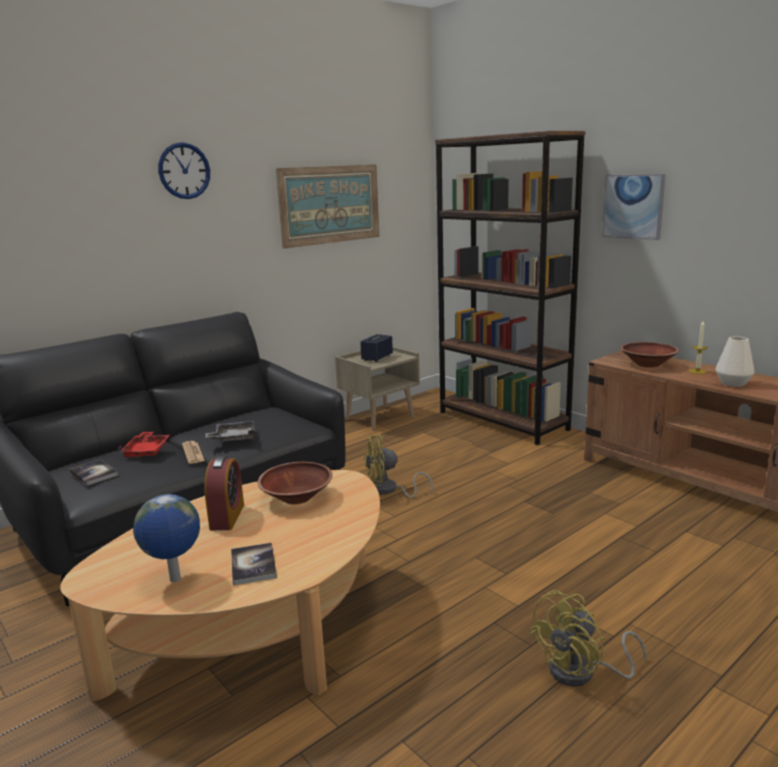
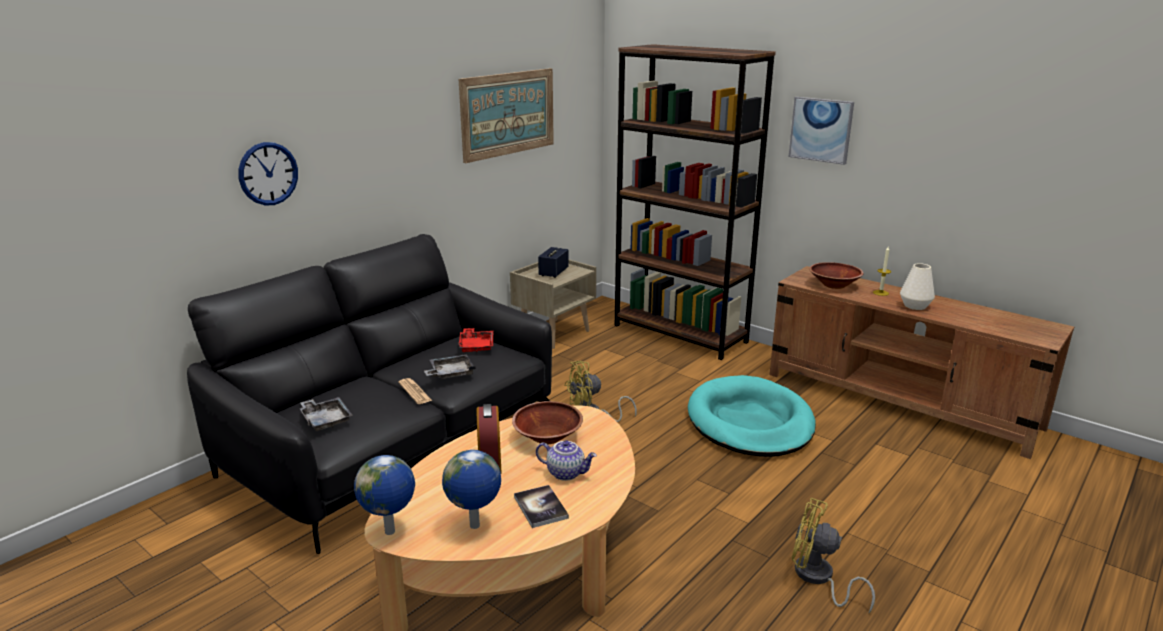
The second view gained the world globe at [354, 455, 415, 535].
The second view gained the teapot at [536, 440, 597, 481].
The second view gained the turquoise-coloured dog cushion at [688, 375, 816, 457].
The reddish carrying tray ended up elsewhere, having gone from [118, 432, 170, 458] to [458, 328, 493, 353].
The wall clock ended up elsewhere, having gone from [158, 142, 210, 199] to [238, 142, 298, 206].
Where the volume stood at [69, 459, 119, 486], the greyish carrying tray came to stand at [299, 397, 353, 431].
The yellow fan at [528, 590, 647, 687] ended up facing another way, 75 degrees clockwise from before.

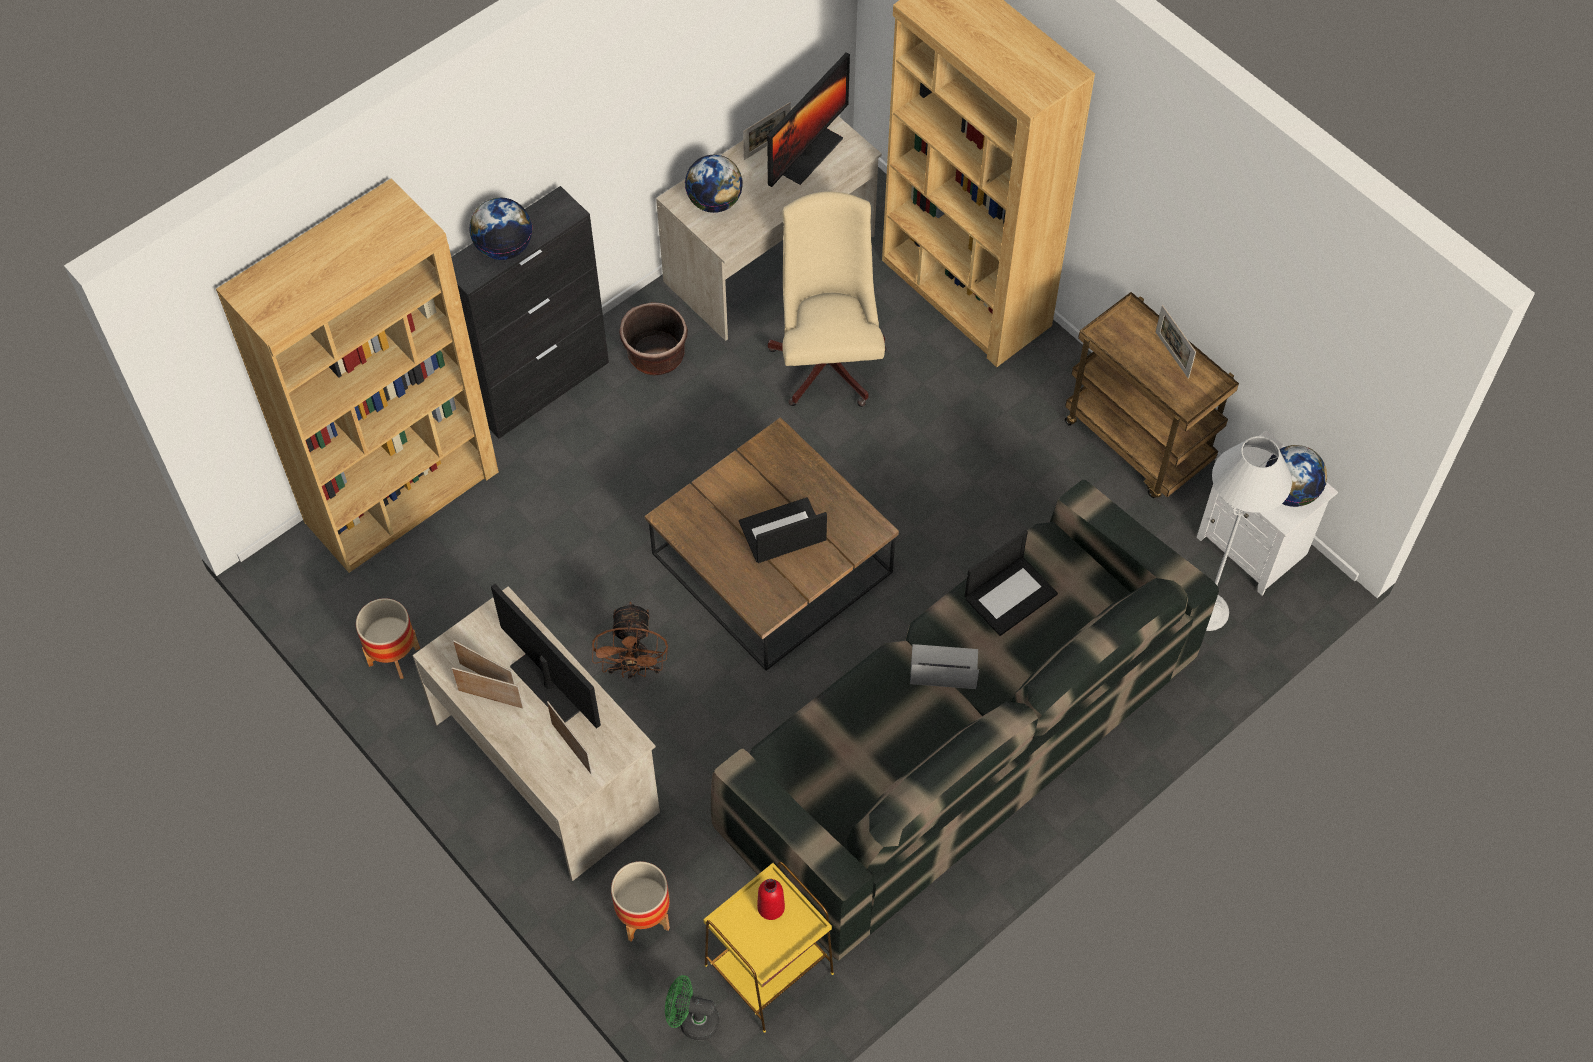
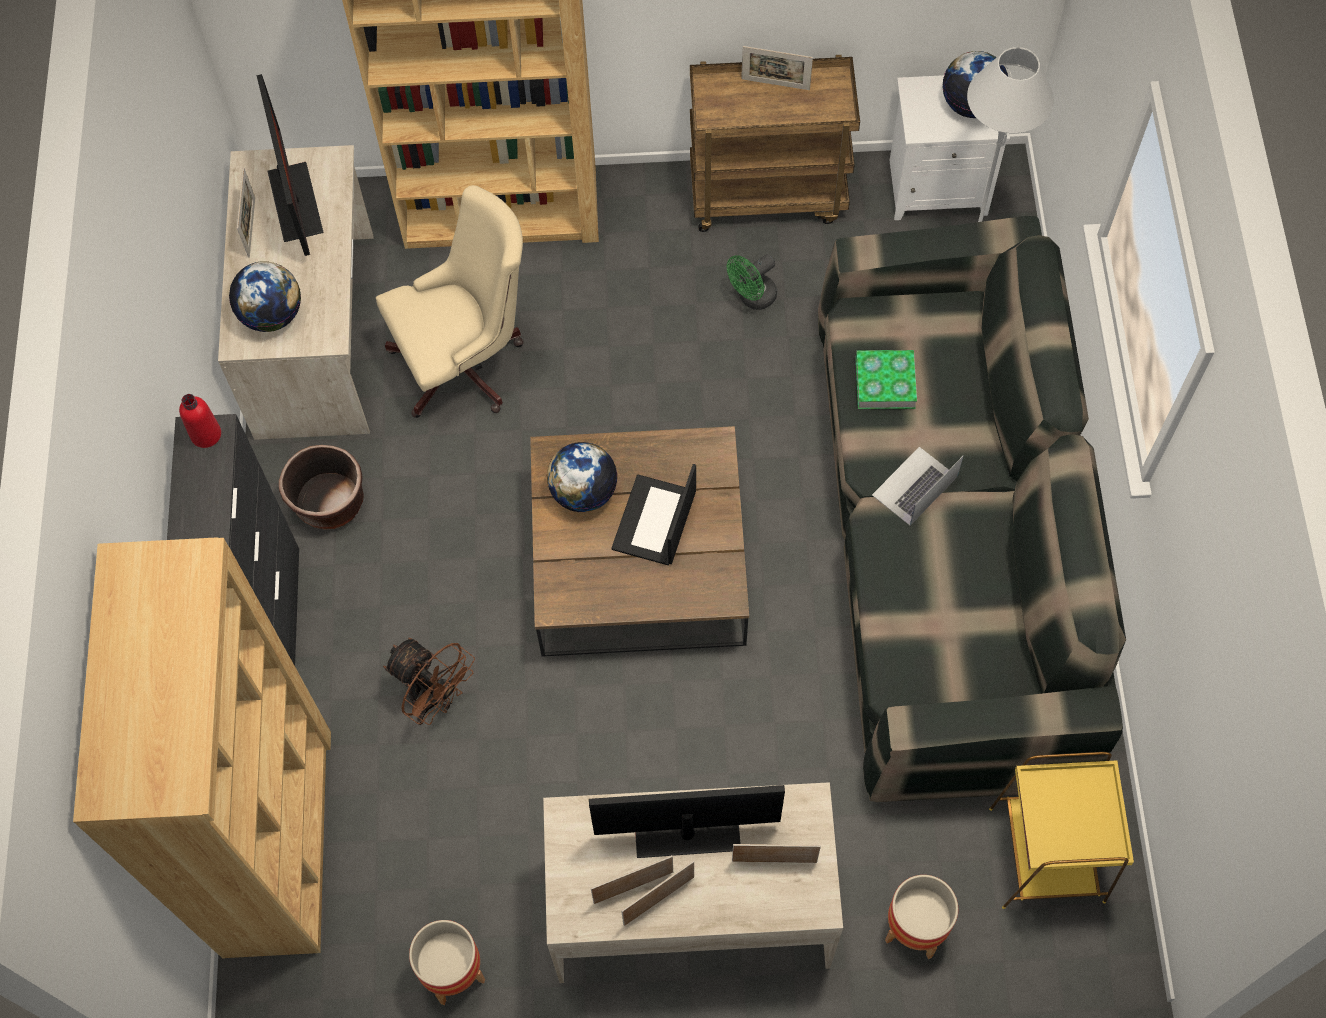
The world globe ended up elsewhere, having gone from [470, 198, 532, 260] to [547, 442, 618, 512].
The brown-coloured fan ended up elsewhere, having gone from [592, 601, 668, 678] to [383, 638, 475, 725].
The greenish fan ended up elsewhere, having gone from [665, 975, 719, 1040] to [727, 254, 777, 310].
The reddish beverage bottle ended up elsewhere, having gone from [757, 879, 785, 920] to [179, 394, 221, 448].
Where the laptop stood at [965, 530, 1058, 636], the volume came to stand at [855, 350, 917, 409].
The beige-coloured computer chair at [768, 191, 887, 407] ended up facing another way, 120 degrees clockwise from before.

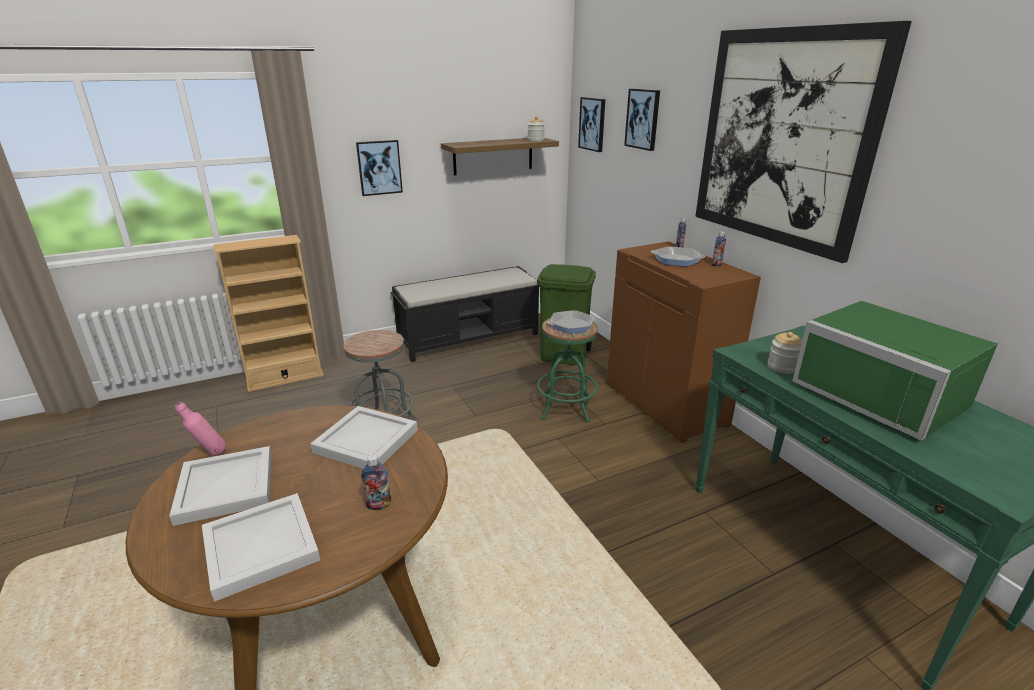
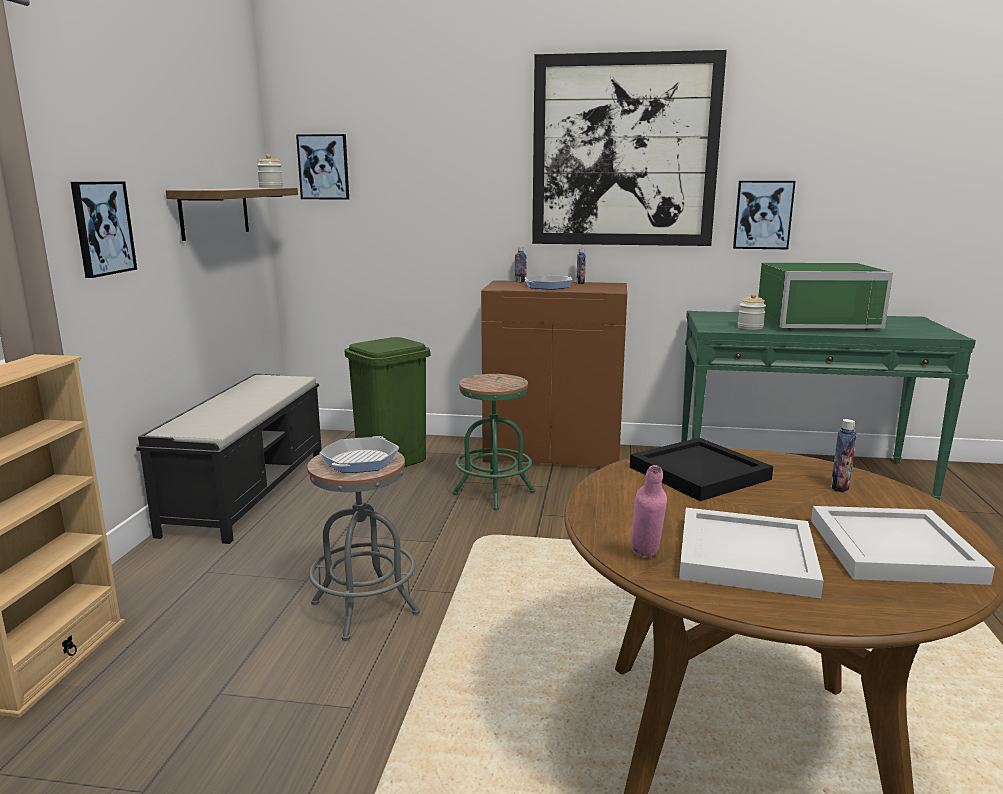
The frying pan ended up elsewhere, having gone from [547, 310, 596, 334] to [319, 436, 399, 473].
The picture ended up elsewhere, having gone from [624, 89, 660, 151] to [733, 181, 796, 249].
What was the white-coloured carrying tray at [310, 406, 418, 469] turned into the blackish carrying tray at [630, 438, 773, 501].

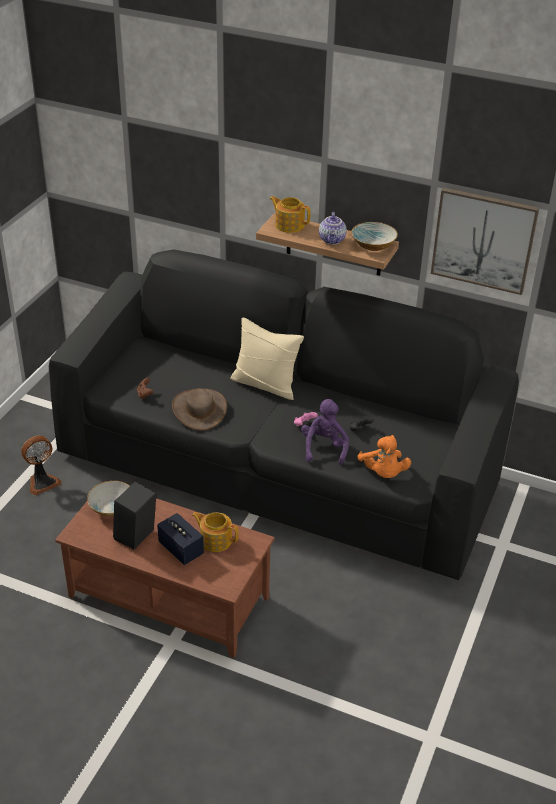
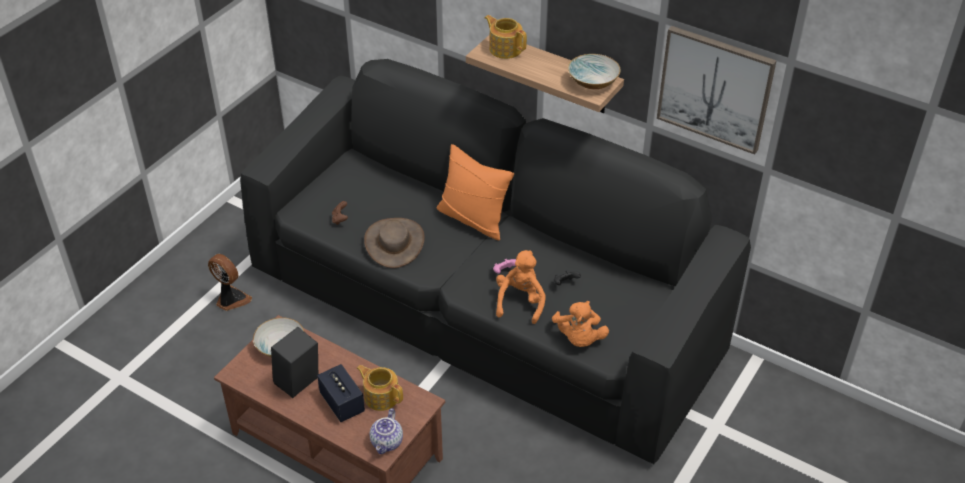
The teapot ended up elsewhere, having gone from [319, 212, 347, 245] to [370, 408, 403, 454].
What was the beige-coloured throw pillow at [230, 318, 304, 400] turned into the orange-coloured throw pillow at [437, 144, 514, 241].
What was the purple-coloured soft toy at [301, 399, 349, 465] turned into the orange-coloured soft toy at [496, 250, 546, 324].
The fan at [21, 436, 62, 495] ended up facing another way, 120 degrees counterclockwise from before.

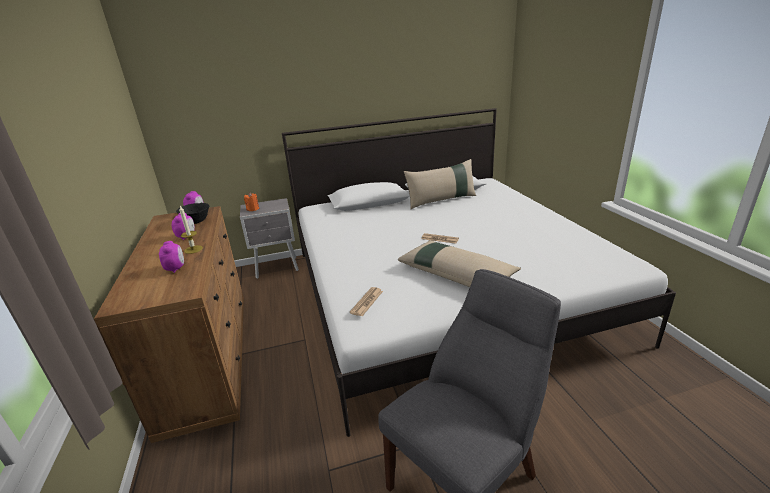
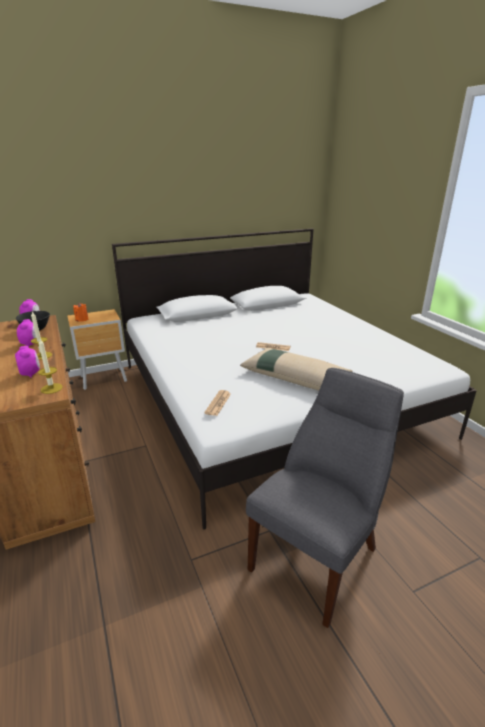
The second view lost the beige-coloured throw pillow at [404, 159, 476, 209].
The second view gained the candle at [38, 339, 63, 394].
What was the greyish bedside table at [240, 198, 299, 279] turned into the brown-coloured bedside table at [67, 309, 127, 390].

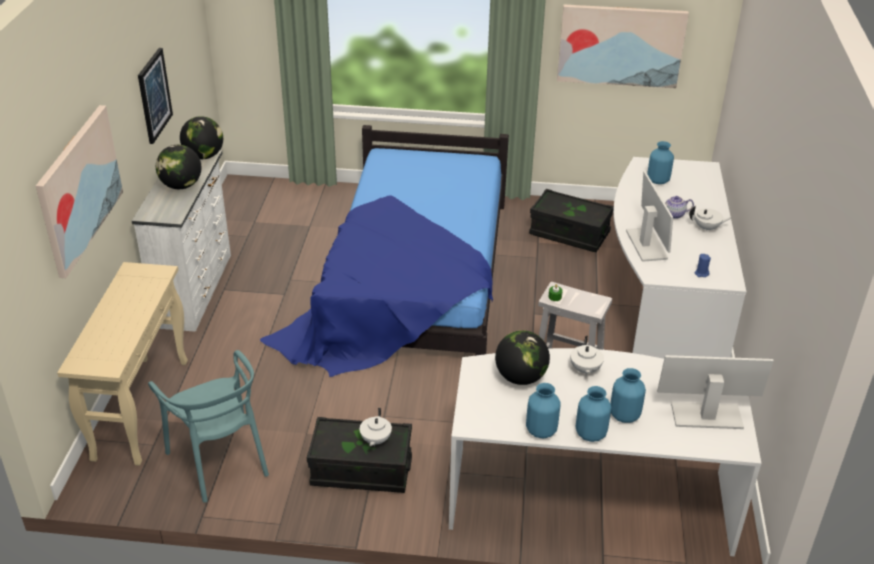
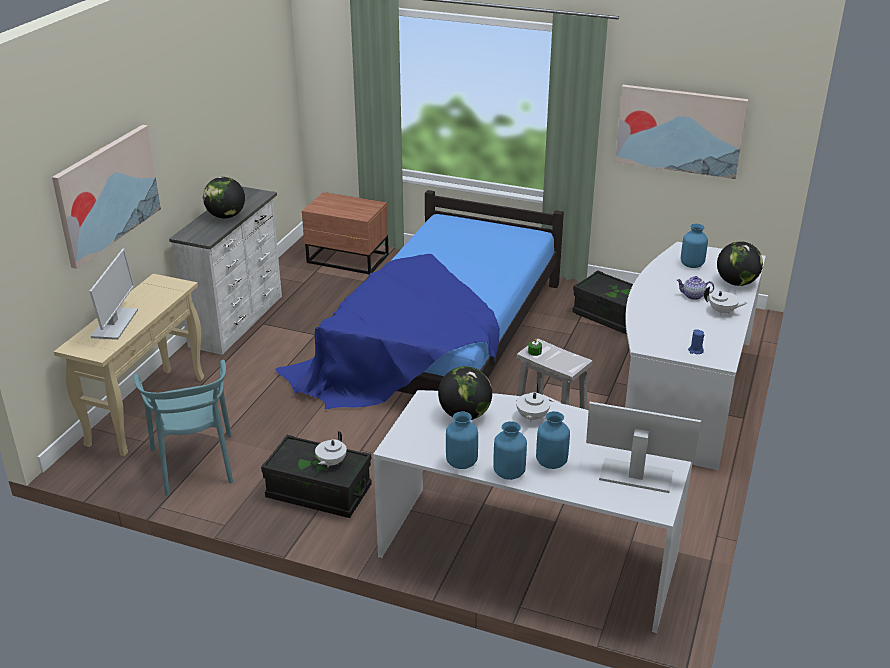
The second view lost the picture at [138, 48, 173, 144].
The second view gained the brown-coloured bedside table at [302, 192, 389, 274].
The world globe ended up elsewhere, having gone from [180, 116, 223, 159] to [717, 241, 763, 286].
The computer screen ended up elsewhere, having gone from [626, 171, 673, 262] to [89, 248, 138, 340].

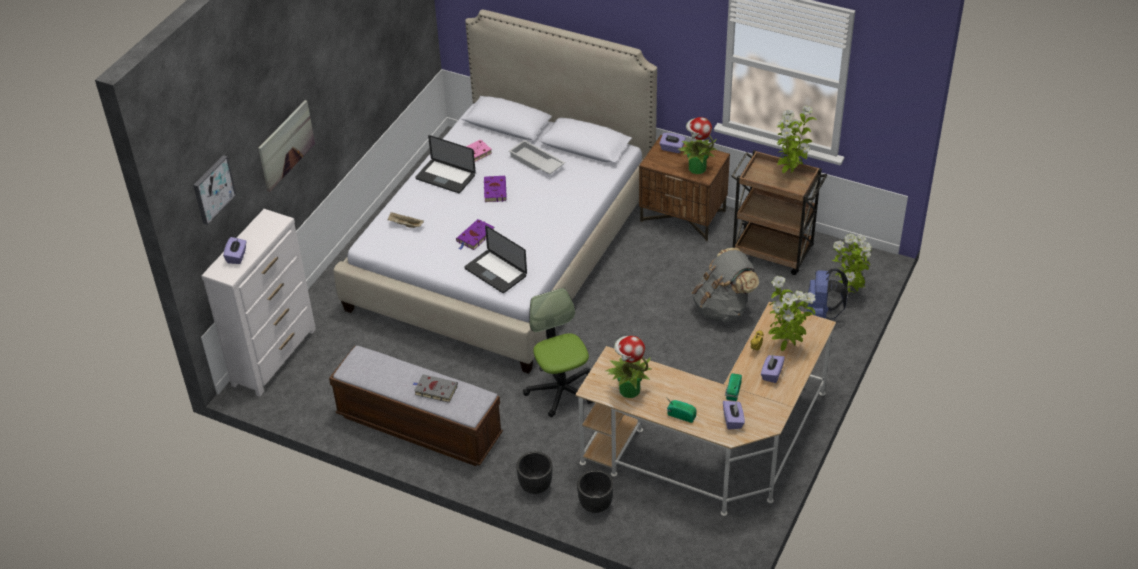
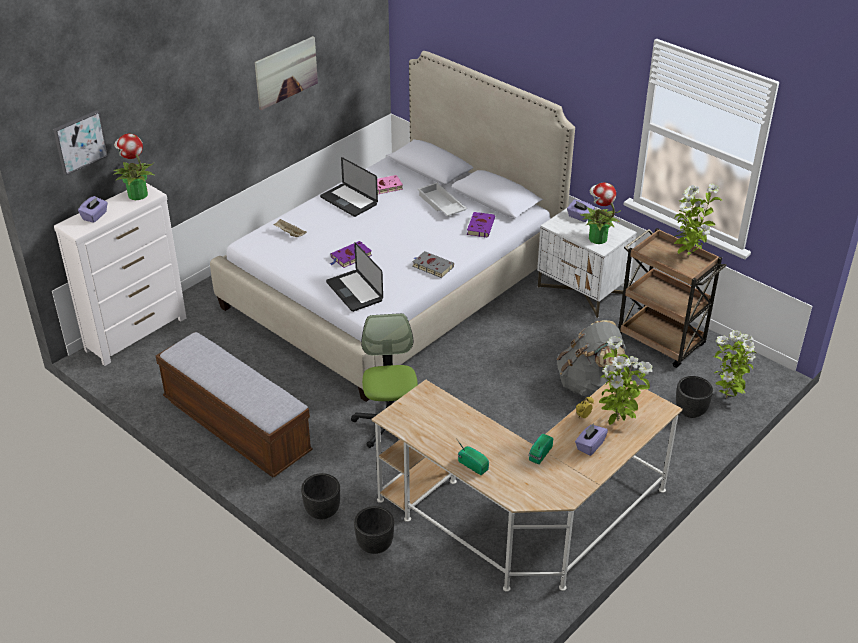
The second view lost the purple-coloured tissue holder at [723, 401, 745, 430].
The picture ended up elsewhere, having gone from [258, 100, 315, 192] to [255, 36, 318, 110].
The greyish volume ended up elsewhere, having gone from [412, 374, 458, 403] to [412, 251, 454, 278].
The purple-coloured volume ended up elsewhere, having gone from [484, 176, 507, 202] to [467, 212, 495, 238].
The houseplant ended up elsewhere, having gone from [605, 336, 652, 398] to [113, 134, 154, 200].
Where the blue-coloured knapsack stood at [807, 268, 848, 320], the blackish planter came to stand at [676, 376, 713, 418].
What was the brown-coloured bedside table at [639, 135, 730, 241] turned into the white-coloured bedside table at [537, 208, 637, 318].

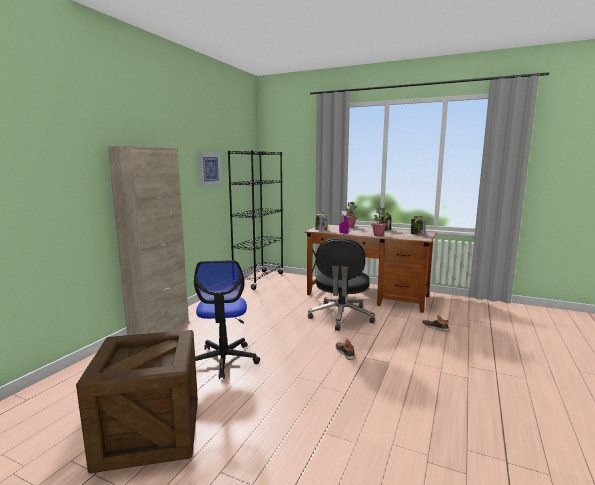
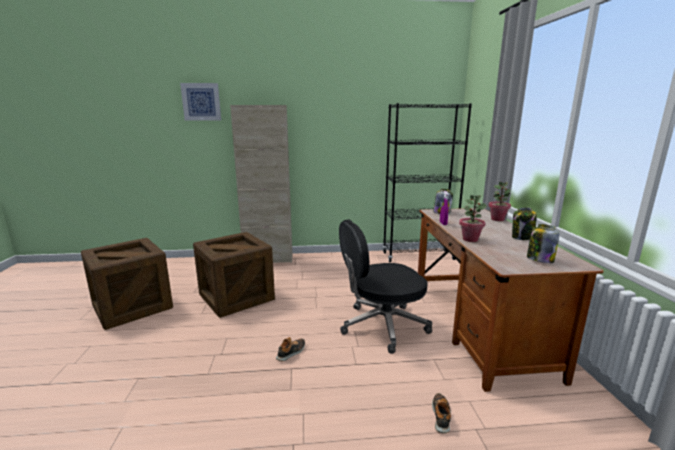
The picture ended up elsewhere, having gone from [198, 152, 222, 186] to [180, 83, 221, 121].
Where the computer chair stood at [194, 260, 260, 379], the shipping crate came to stand at [193, 232, 275, 318].

